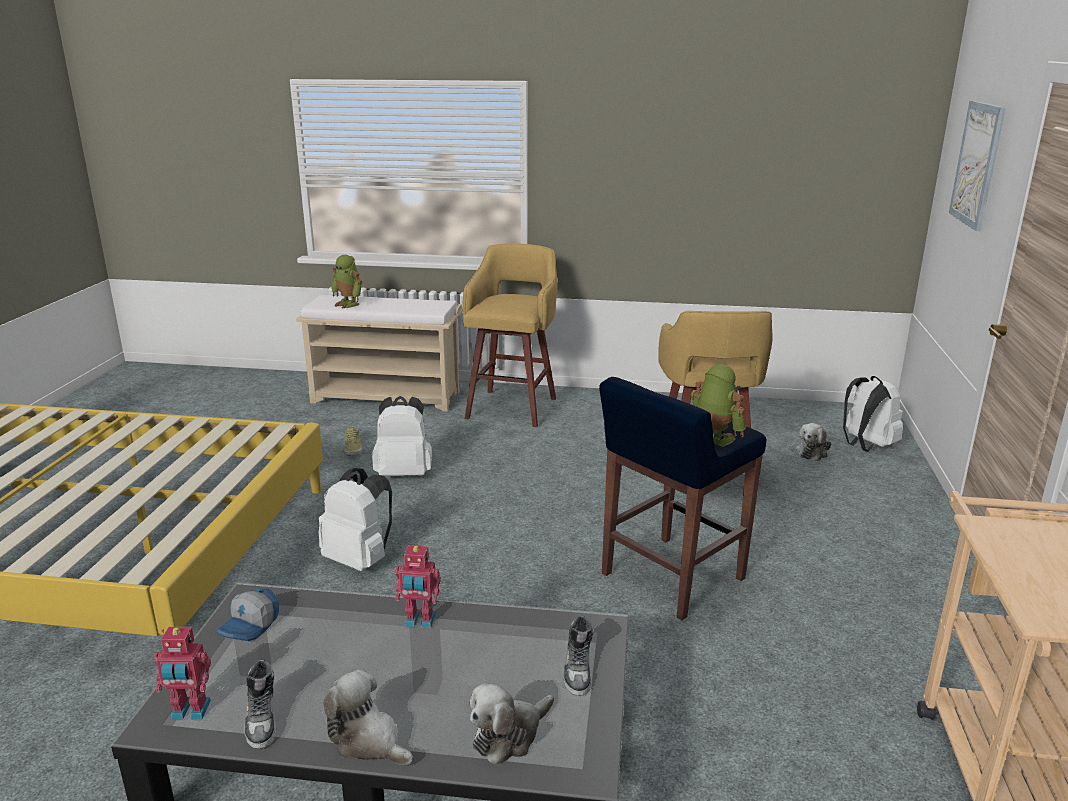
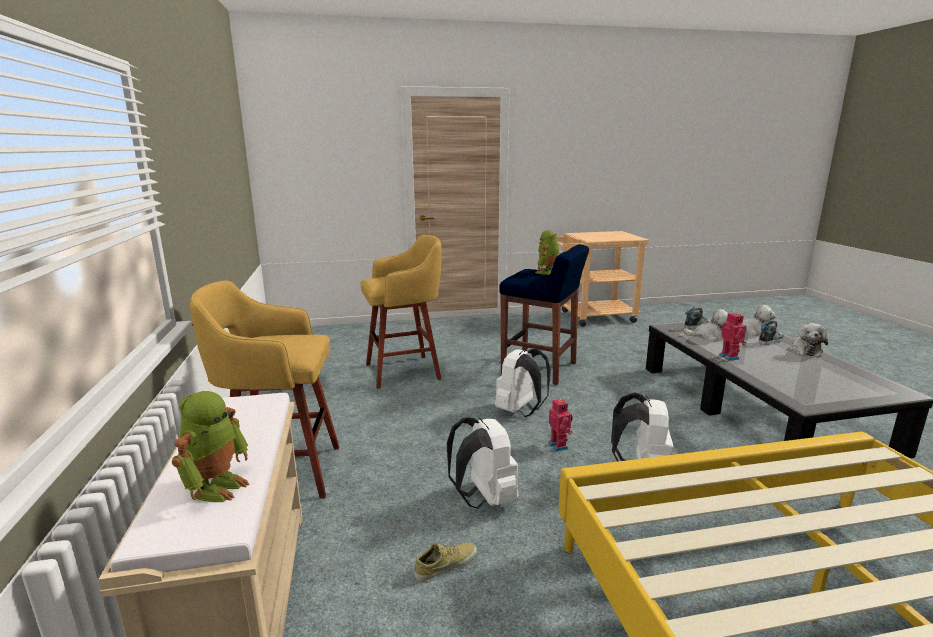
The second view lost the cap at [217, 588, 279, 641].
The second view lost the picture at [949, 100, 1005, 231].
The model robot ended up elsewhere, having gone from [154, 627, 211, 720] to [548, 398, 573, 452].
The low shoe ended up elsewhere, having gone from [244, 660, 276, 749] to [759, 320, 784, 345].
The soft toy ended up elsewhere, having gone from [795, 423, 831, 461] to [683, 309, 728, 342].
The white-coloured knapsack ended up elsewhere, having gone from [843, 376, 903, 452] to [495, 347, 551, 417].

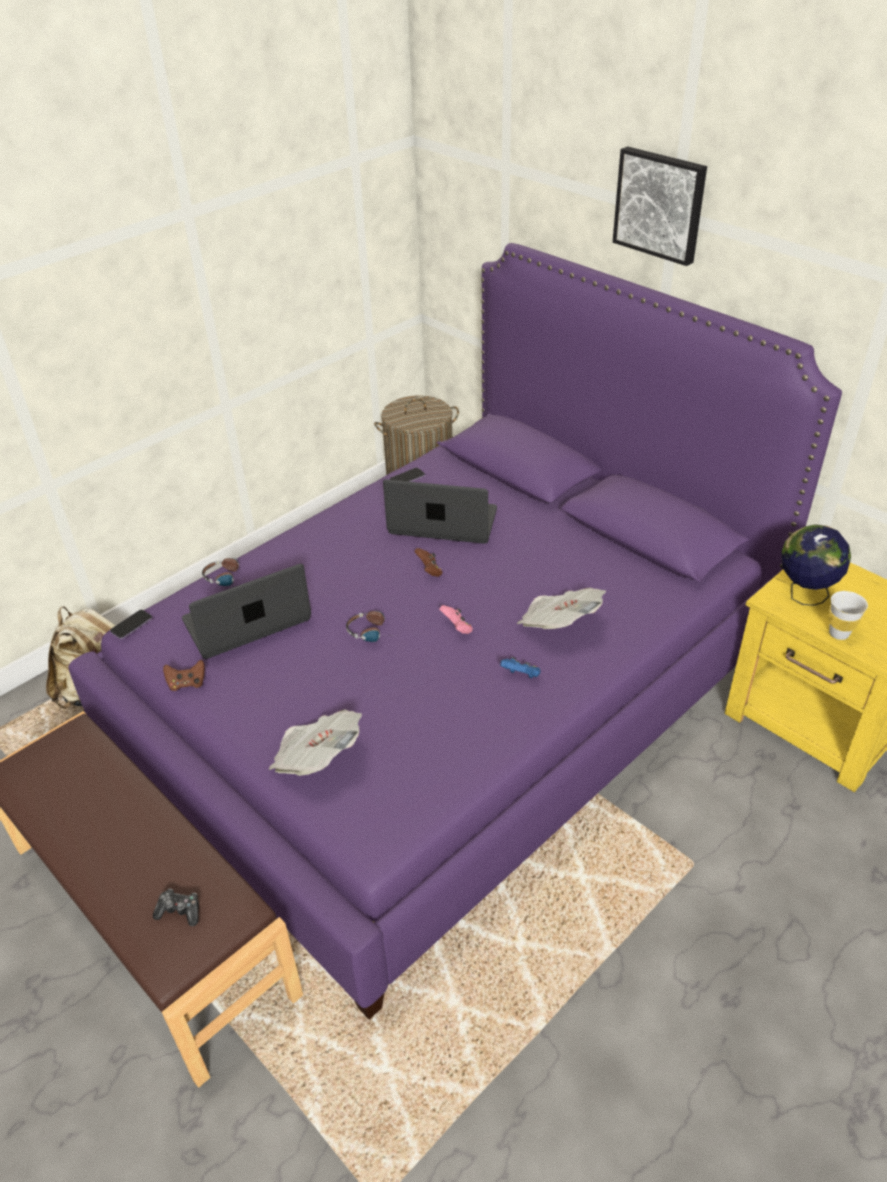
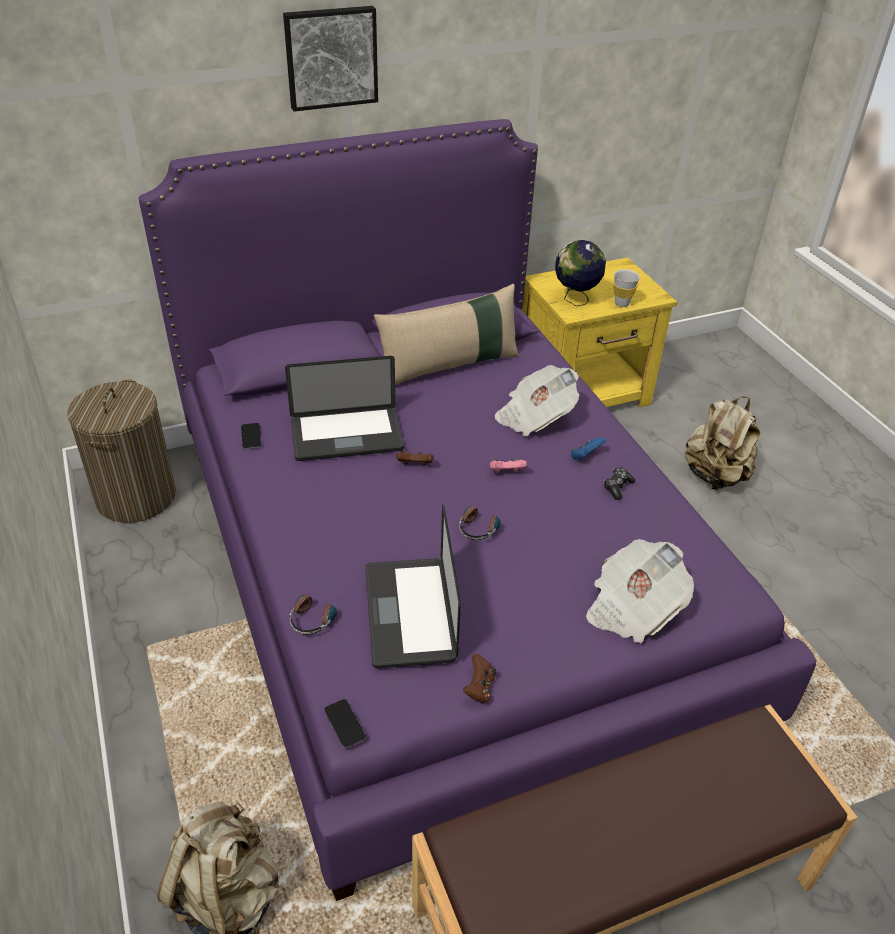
The second view gained the beige-coloured throw pillow at [374, 284, 519, 385].
The second view gained the beige-coloured knapsack at [685, 396, 760, 490].
The game controller ended up elsewhere, having gone from [153, 889, 199, 926] to [603, 468, 635, 500].
The laptop at [383, 479, 497, 544] ended up facing another way, 135 degrees counterclockwise from before.

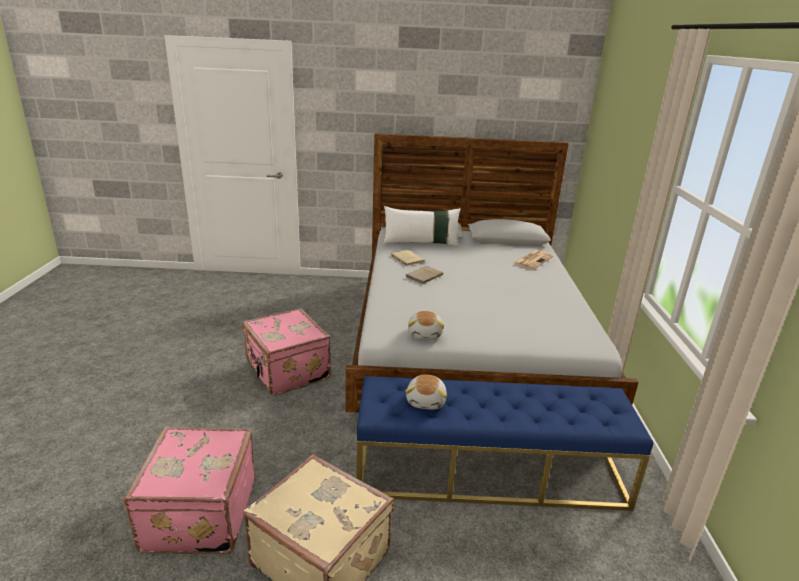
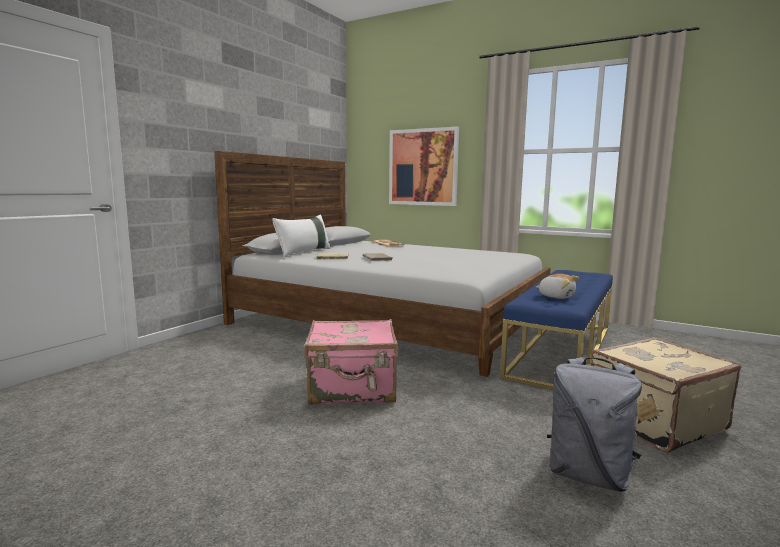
The second view lost the soft toy at [408, 311, 445, 340].
The second view gained the picture at [389, 126, 459, 206].
Where the pinkish piece of luggage stood at [123, 426, 256, 554], the greyish knapsack came to stand at [547, 357, 642, 492].

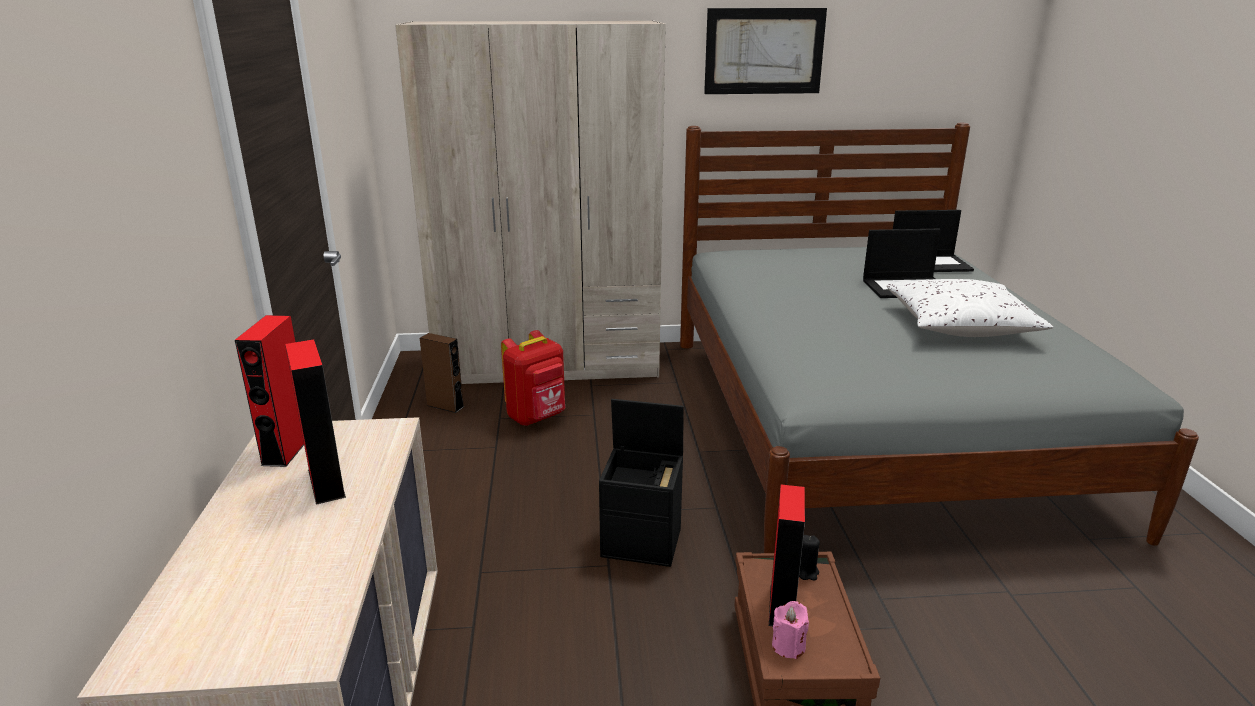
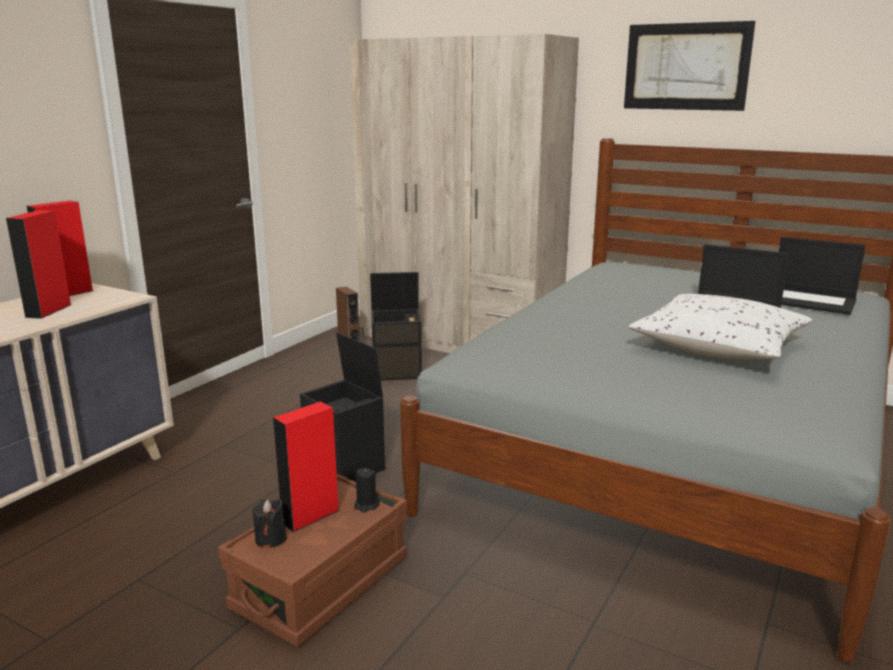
Where the reddish knapsack stood at [501, 330, 565, 426], the blackish storage box came to stand at [370, 272, 422, 381].
What was the pinkish candle at [772, 601, 809, 659] turned into the blackish candle at [253, 499, 286, 548].

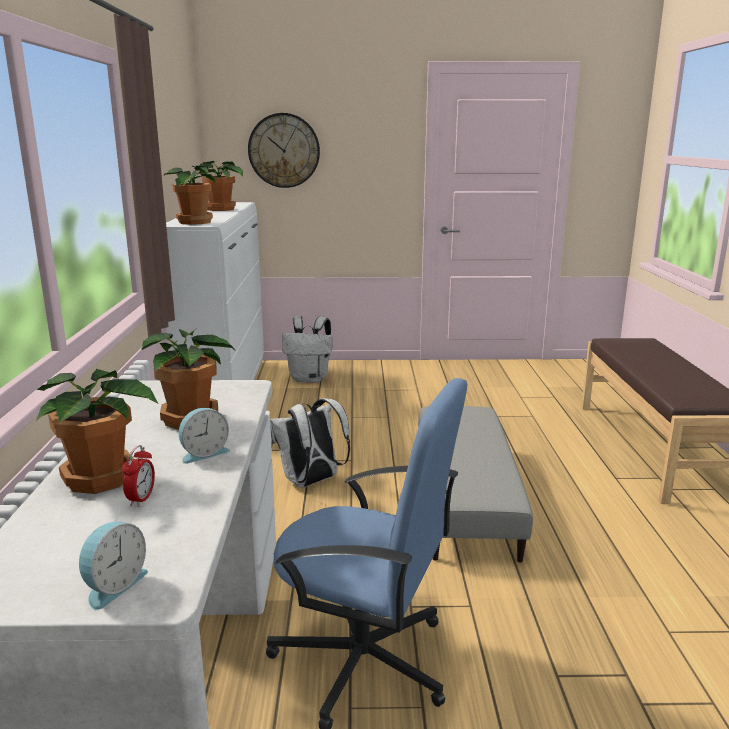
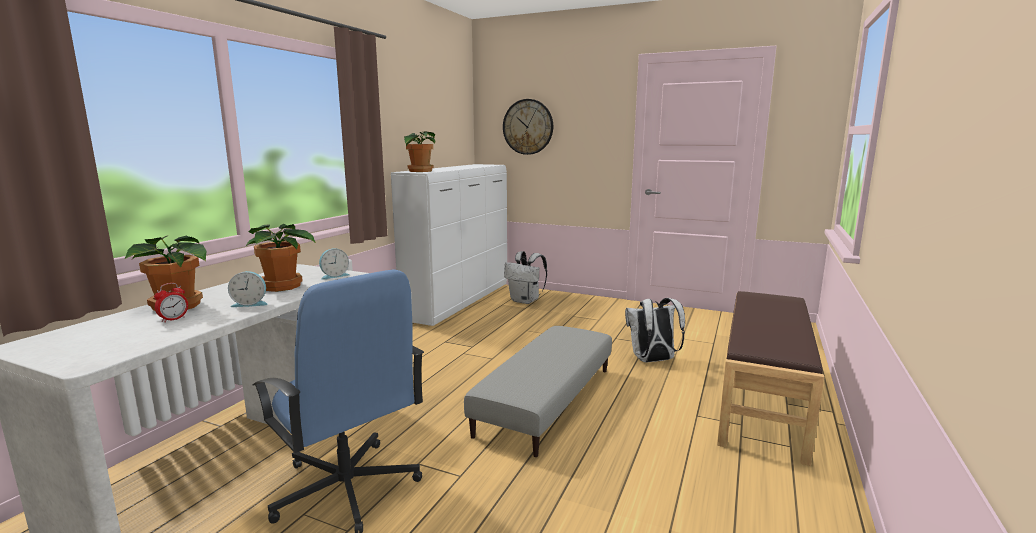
The second view lost the houseplant at [198, 161, 243, 211].
The bedside clock ended up elsewhere, having gone from [79, 522, 148, 610] to [319, 249, 349, 280].
The white-coloured knapsack ended up elsewhere, having gone from [270, 398, 350, 487] to [625, 298, 685, 363].

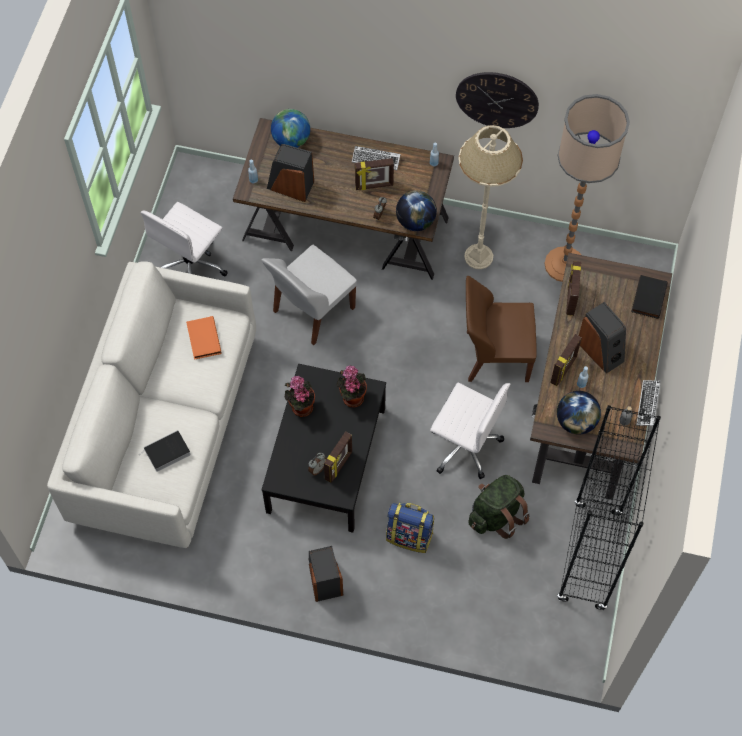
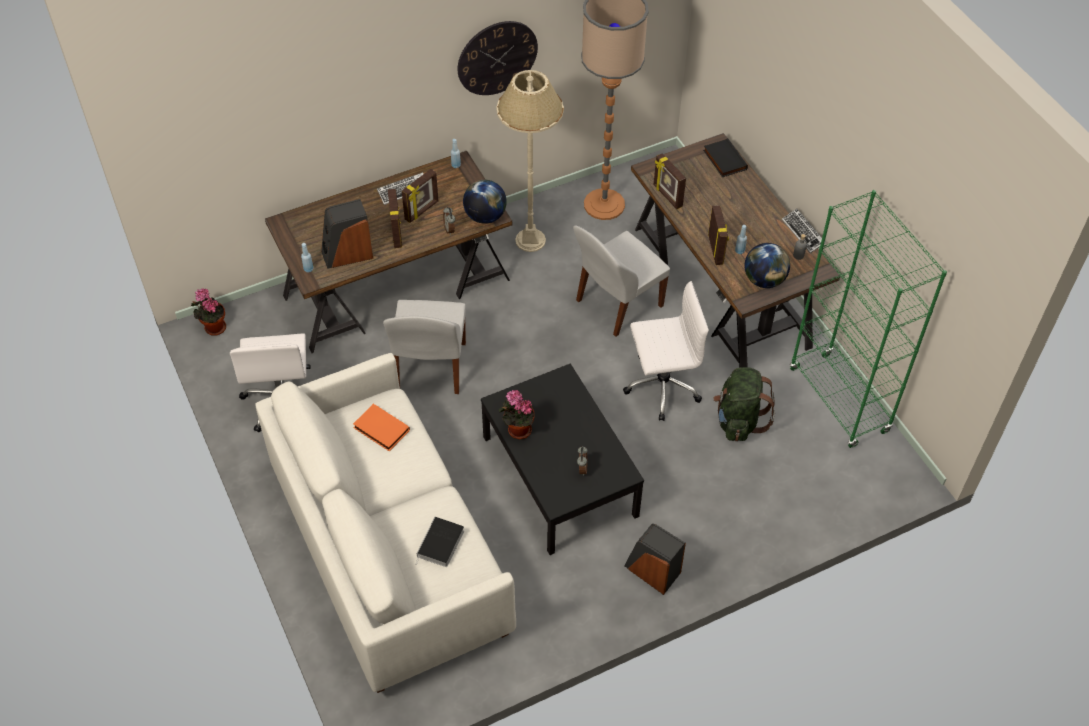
The second view lost the world globe at [271, 109, 310, 148].
The second view lost the knapsack at [386, 502, 434, 553].
The second view lost the loudspeaker at [579, 302, 626, 374].
The photo frame ended up elsewhere, having gone from [324, 431, 352, 483] to [388, 189, 402, 248].
The houseplant ended up elsewhere, having gone from [337, 365, 367, 408] to [191, 288, 226, 336].
What was the brown-coloured upright chair at [466, 276, 537, 382] turned into the white-coloured upright chair at [573, 226, 670, 337].
What was the blackish shelving unit at [557, 405, 661, 611] turned into the greenish shelving unit at [790, 190, 947, 448].

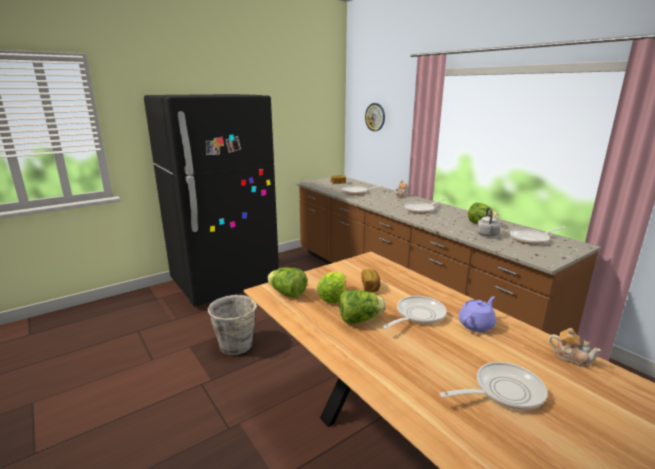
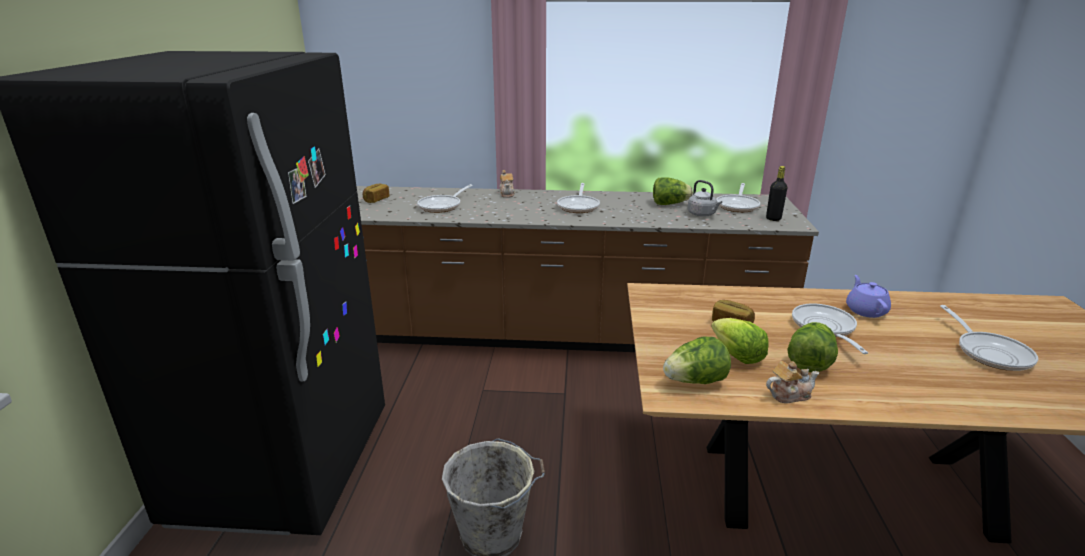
The second view lost the wall clock at [365, 103, 385, 131].
The second view gained the blackish beverage bottle at [766, 166, 787, 221].
The teapot ended up elsewhere, having gone from [549, 328, 602, 367] to [766, 361, 819, 403].
The frying pan at [439, 362, 548, 410] ended up facing another way, 150 degrees clockwise from before.

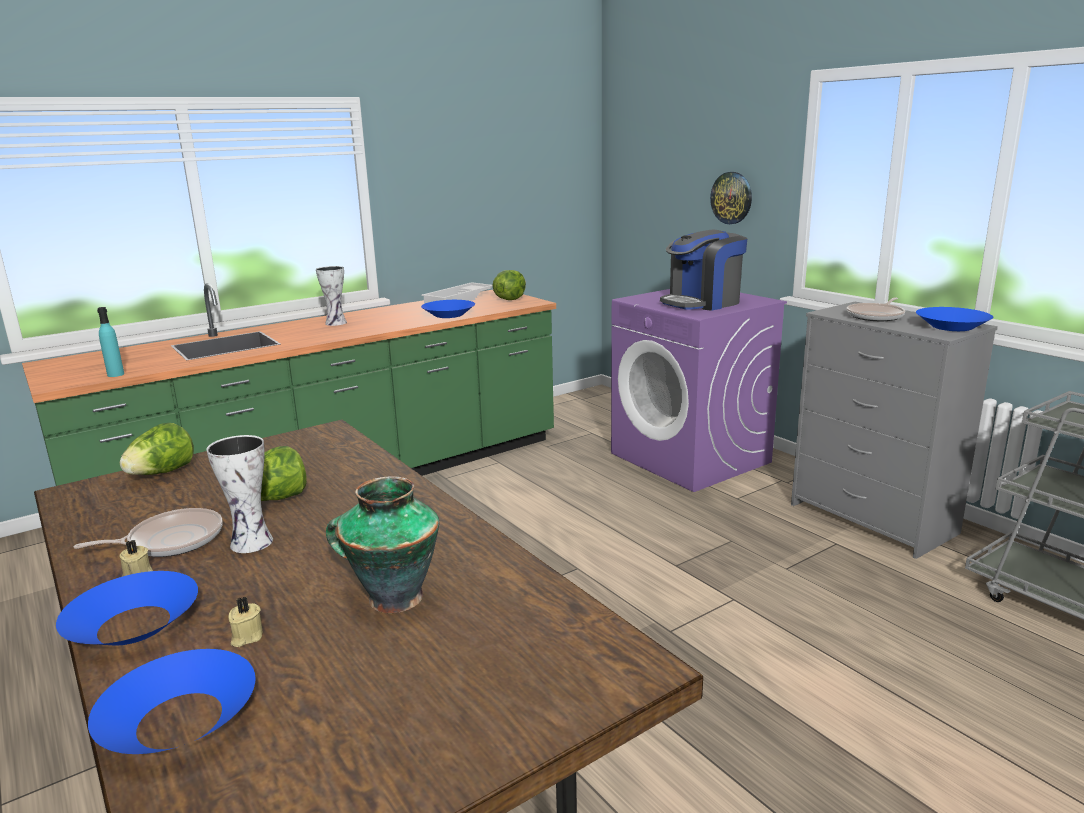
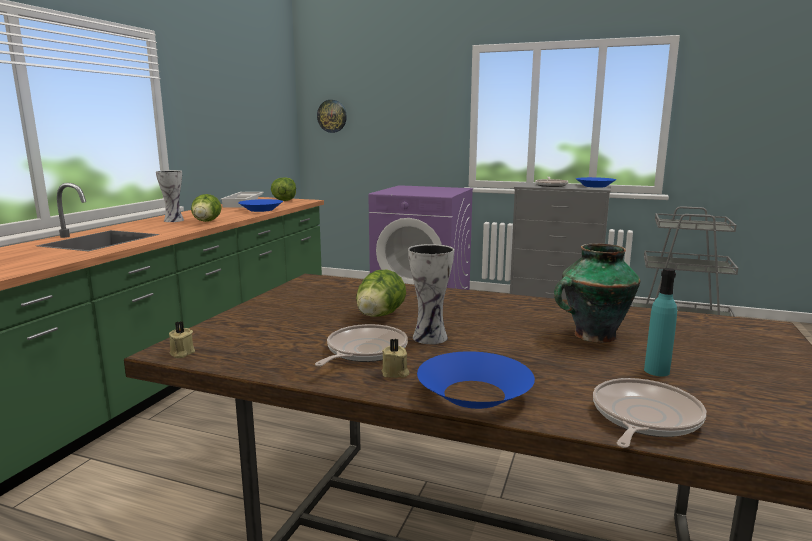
The second view lost the coffee brewer at [660, 230, 748, 311].
The turquoise-coloured beverage bottle ended up elsewhere, having gone from [97, 307, 124, 377] to [644, 268, 677, 376].
The lettuce ended up elsewhere, having gone from [120, 423, 194, 475] to [191, 194, 221, 222].
The beige-coloured candle ended up elsewhere, having gone from [228, 597, 263, 647] to [169, 321, 195, 358].
The wall clock ended up elsewhere, having gone from [710, 172, 752, 224] to [317, 100, 347, 133].
Where the blue-coloured serving bowl stood at [88, 649, 255, 754], the frying pan came to stand at [593, 378, 706, 448].

